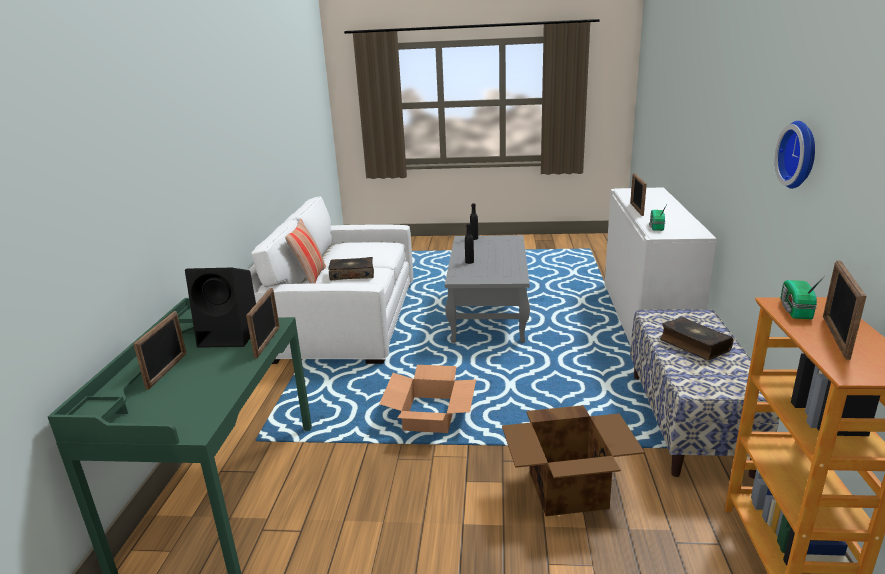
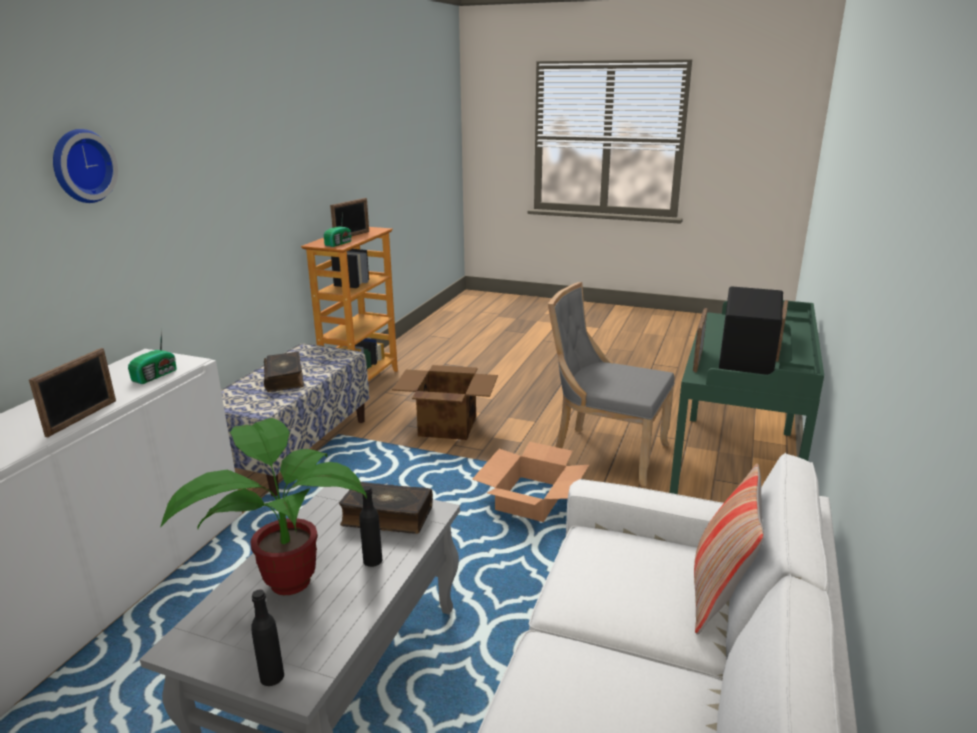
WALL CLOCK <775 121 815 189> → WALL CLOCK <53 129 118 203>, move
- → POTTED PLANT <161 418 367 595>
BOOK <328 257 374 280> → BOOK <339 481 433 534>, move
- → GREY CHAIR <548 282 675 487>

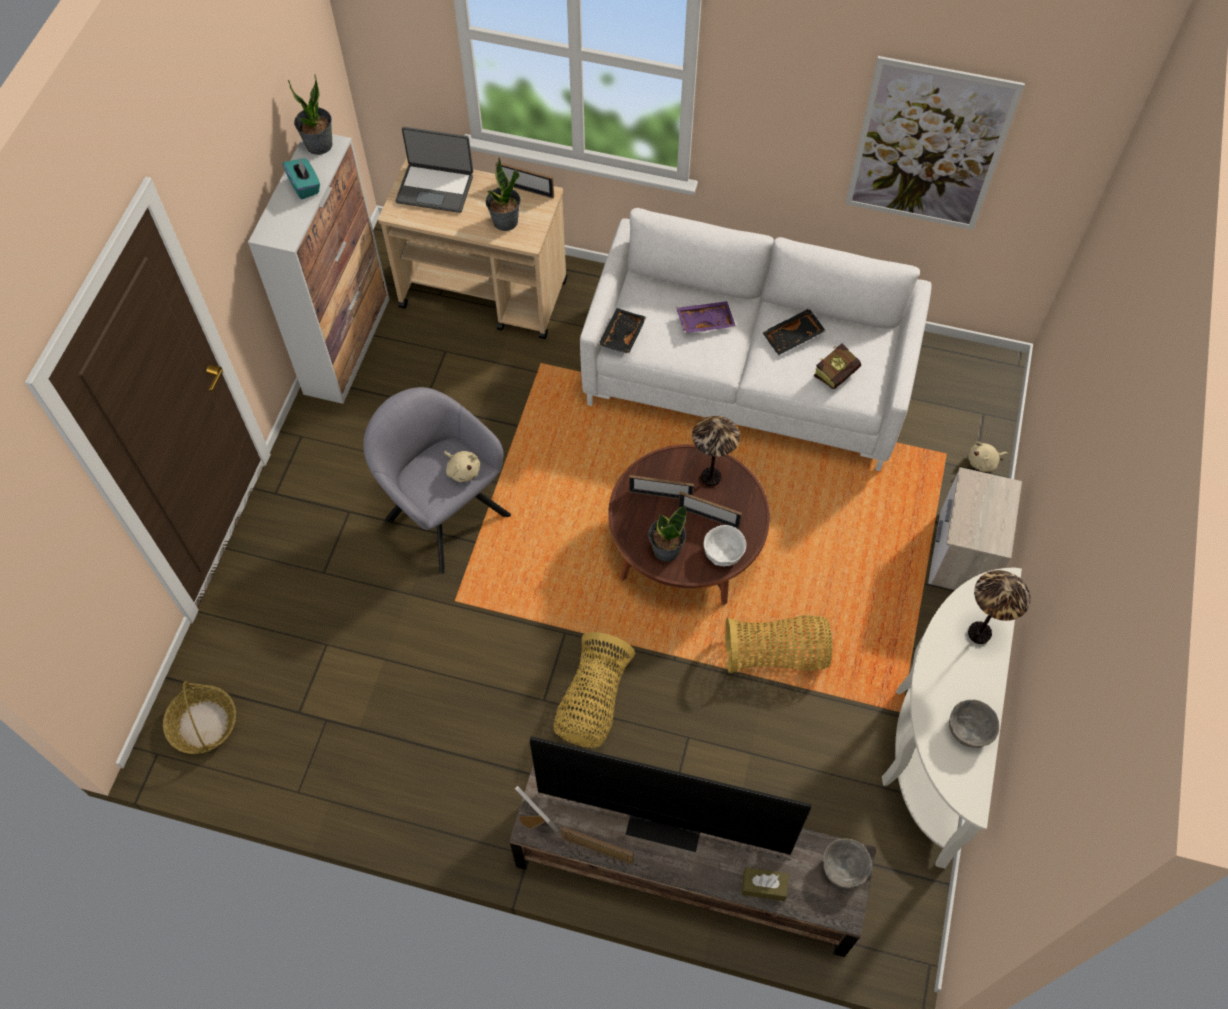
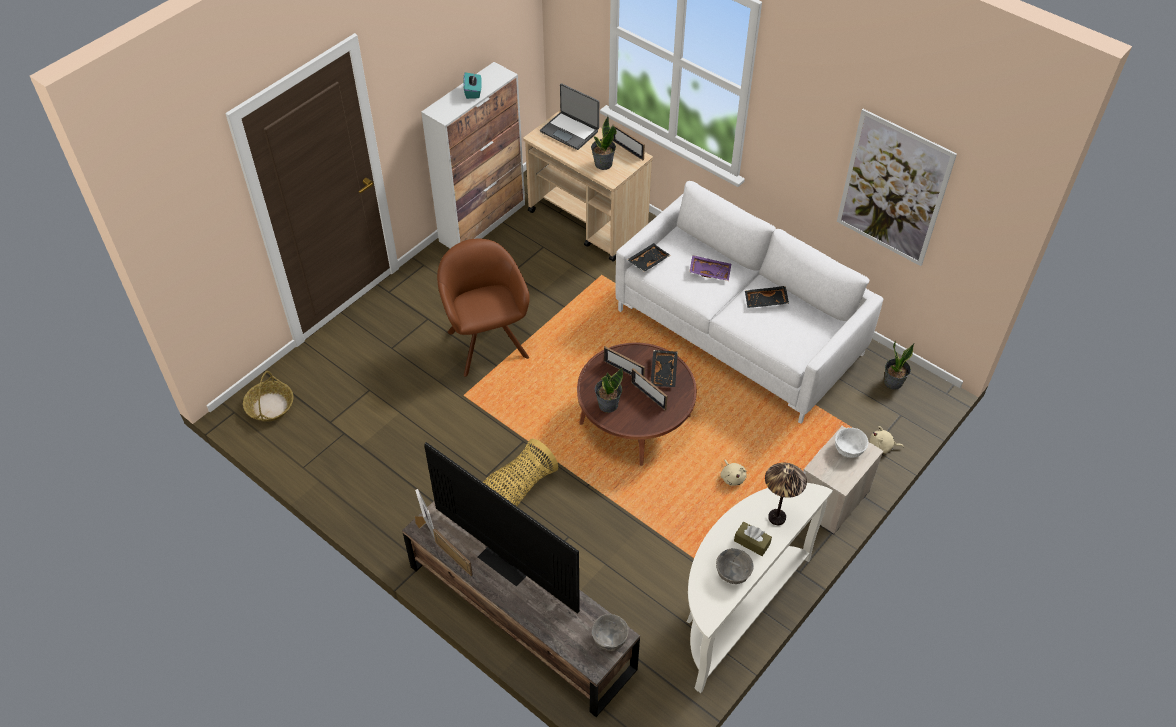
GREY ARMCHAIR <363 387 511 574> → BROWN ARMCHAIR <437 239 530 377>
TABLE LAMP <692 416 740 486> → BLACK TRAY <651 350 678 387>
BEIGE PLUSH TOY <444 451 480 483> → BEIGE PLUSH TOY <720 459 747 486>, move
BROWN TISSUE BOX <742 867 789 901> → BROWN TISSUE BOX <734 522 772 556>, move
WHITE BOWL <704 525 746 566> → WHITE BOWL <835 428 868 458>, move
POTTED PLANT <288 75 333 155> → POTTED PLANT <884 341 914 390>, move
BASKET <725 615 833 674> → -
BOOK <814 343 861 389> → -

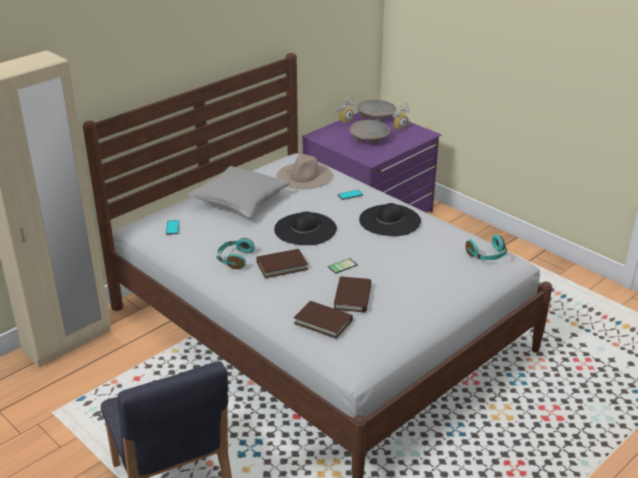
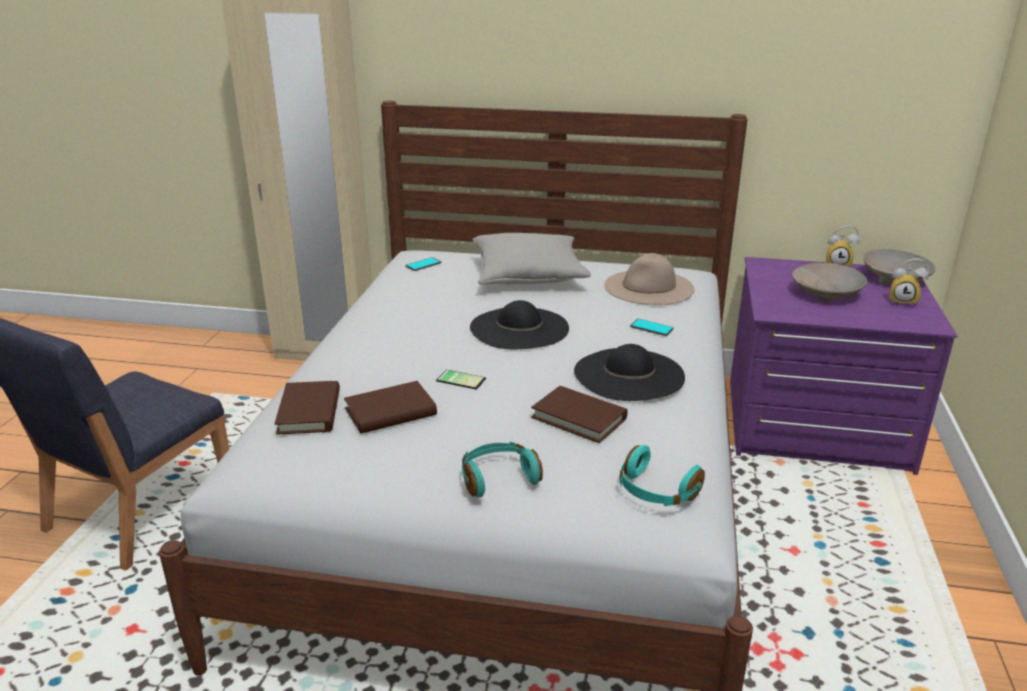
TURQUOISE HEADPHONES <216 238 255 269> → TURQUOISE HEADPHONES <462 442 543 497>, move
BROWN BOOK <256 249 308 278> → BROWN BOOK <531 386 628 443>, move

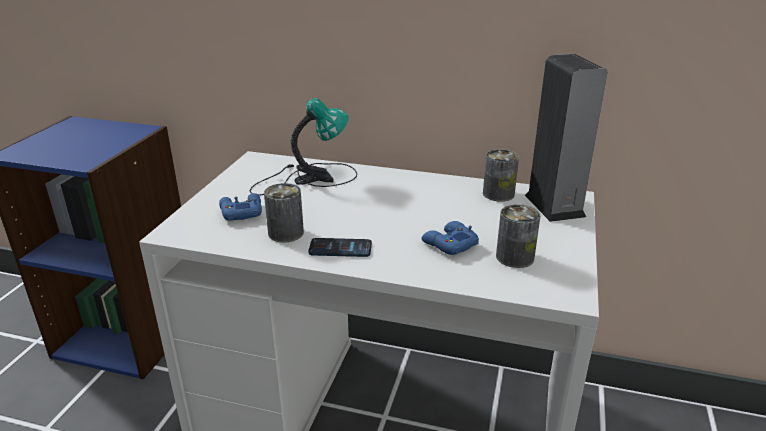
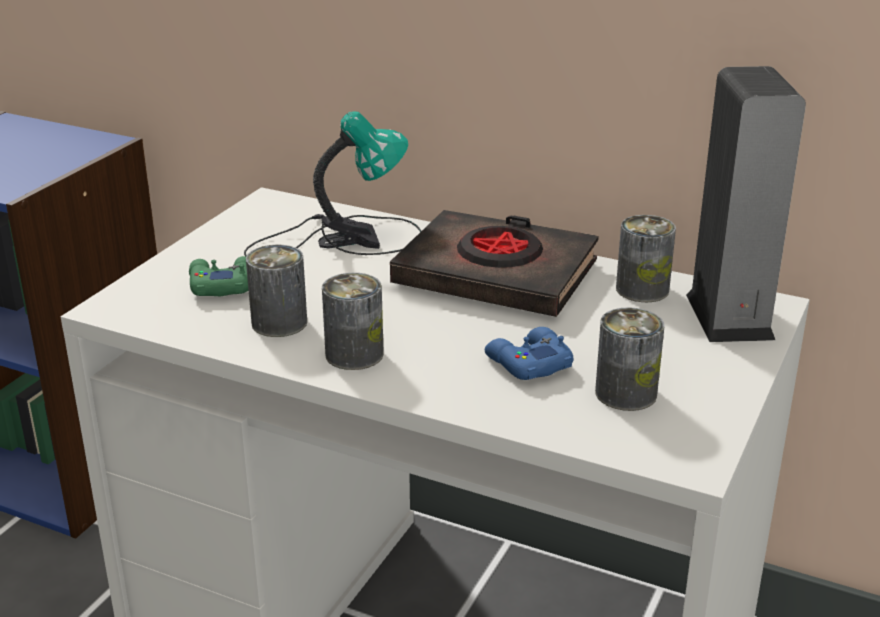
BLUE GAME CONTROLLER <219 193 262 221> → GREEN GAME CONTROLLER <189 256 248 296>
PHONE <308 238 372 257> → CAN <322 273 384 370>
- → BLACK BOOK <390 210 598 317>

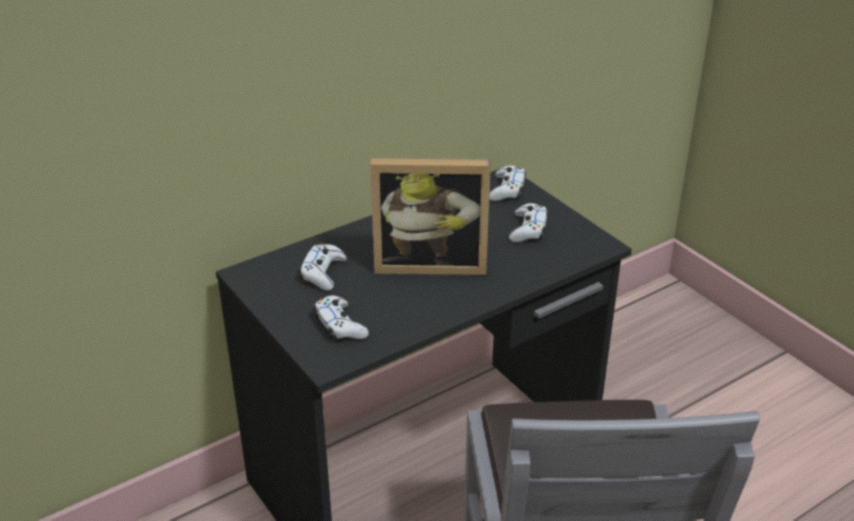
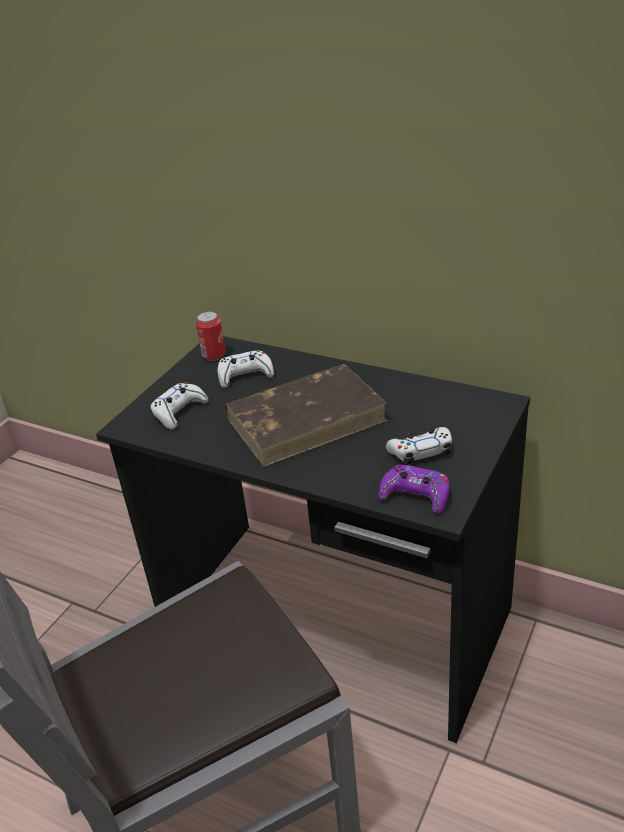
- → CAN <196 312 226 361>
PICTURE FRAME <370 158 491 275> → BROWN BOOK <224 364 388 467>
- → PURPLE GAME CONTROLLER <378 465 449 514>
WHITE GAME CONTROLLER <489 165 526 201> → -

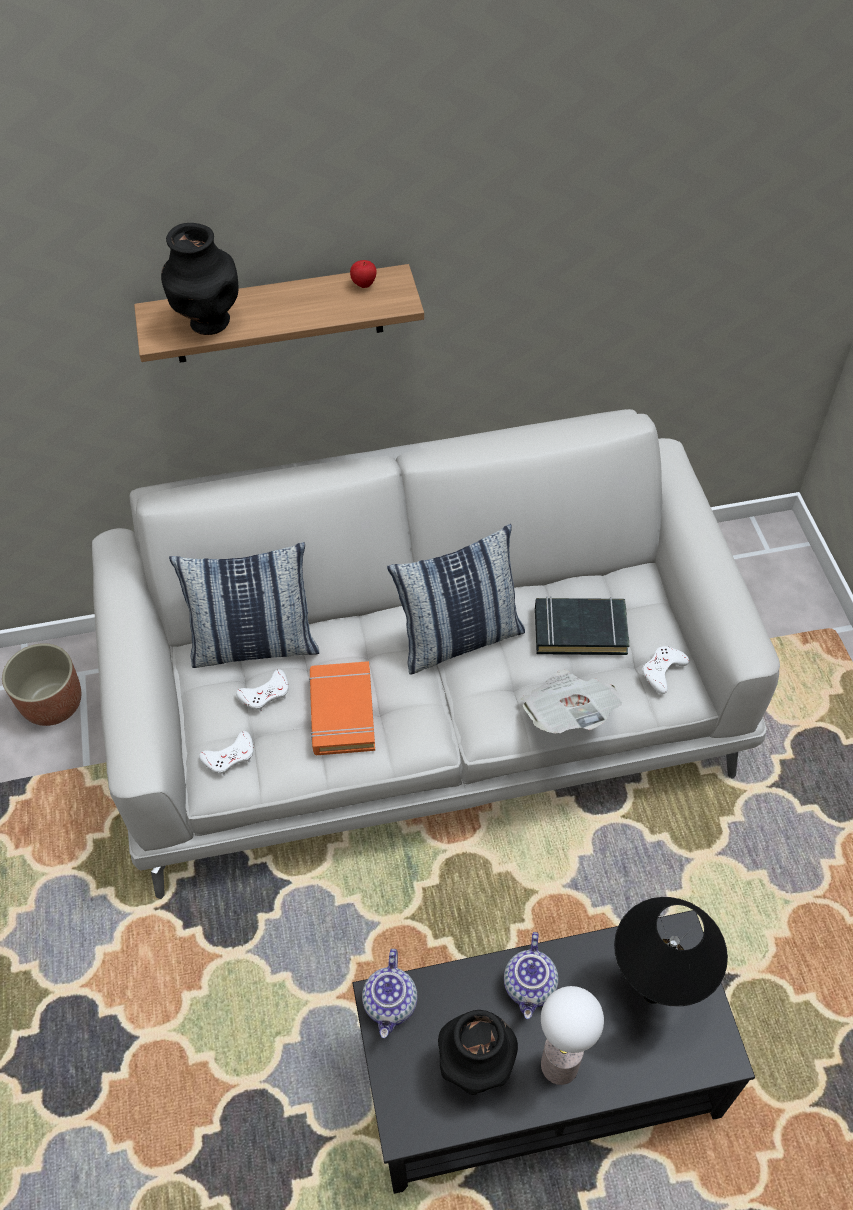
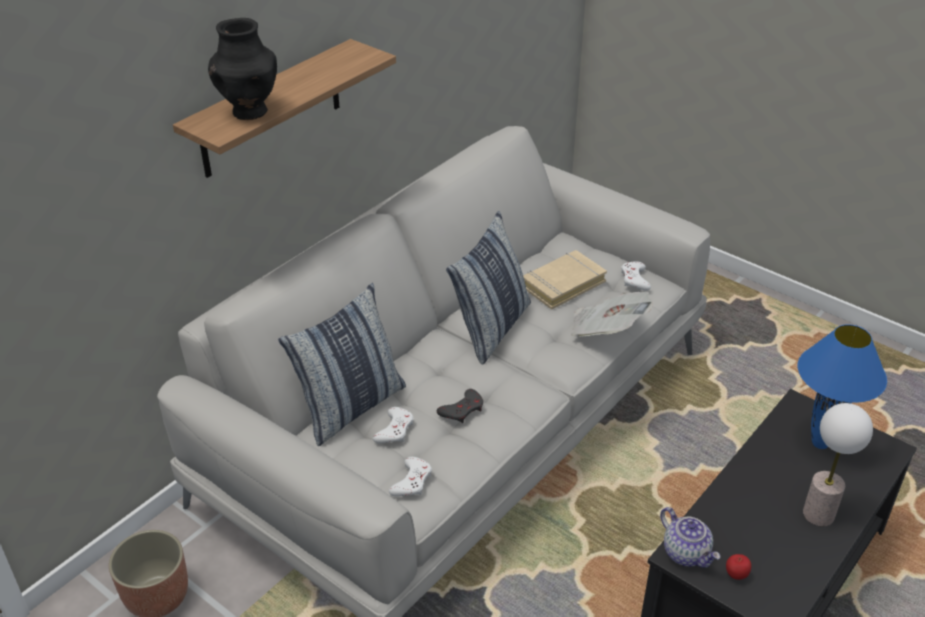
ORANGE BOOK <309 661 375 755> → GREY GAME CONTROLLER <437 389 483 423>
BLACK BOOK <535 596 630 655> → BEIGE BOOK <523 250 607 310>
APPLE <350 260 377 288> → APPLE <726 554 751 580>, move
BLACK TABLE LAMP <614 897 728 1007> → BLUE TABLE LAMP <798 324 887 449>
BLACK VASE <438 1010 518 1095> → -
TEAPOT <504 932 558 1019> → -

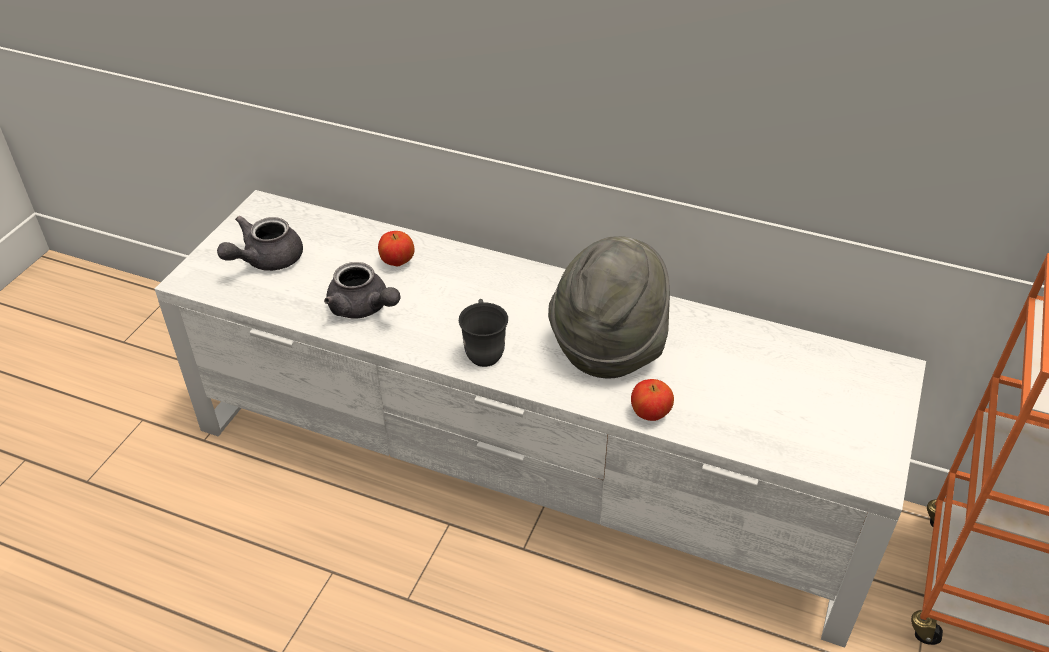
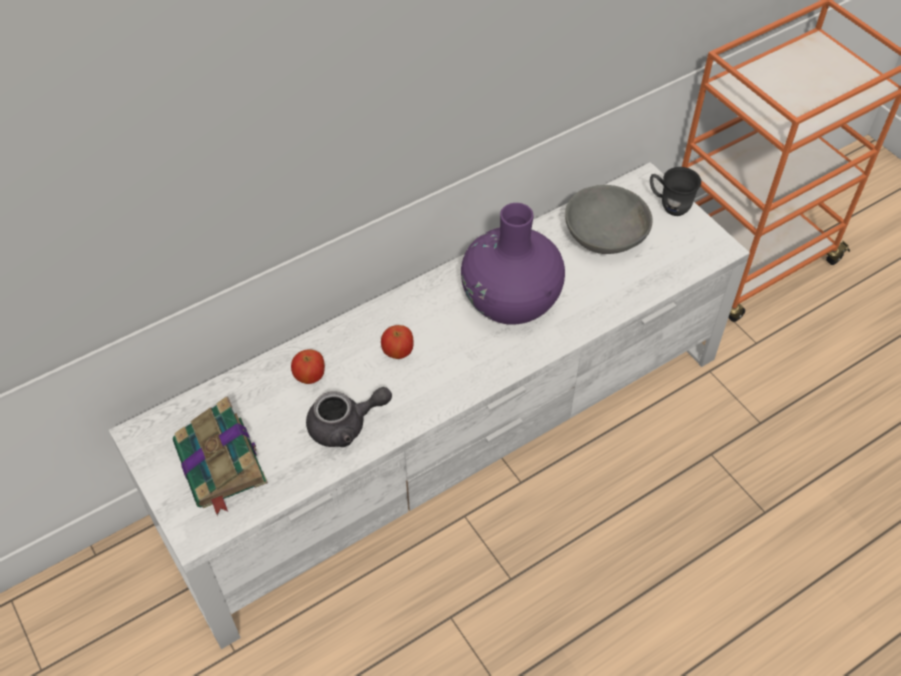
GREY TEAPOT <217 216 303 271> → BOOK <173 396 268 516>
APPLE <631 379 674 421> → APPLE <381 325 414 359>, move
GREY HAT <548 236 670 379> → PURPLE VASE <461 203 565 325>
- → GREY BOWL <565 185 652 254>
GREY MUG <459 299 508 367> → GREY MUG <650 167 701 216>, move

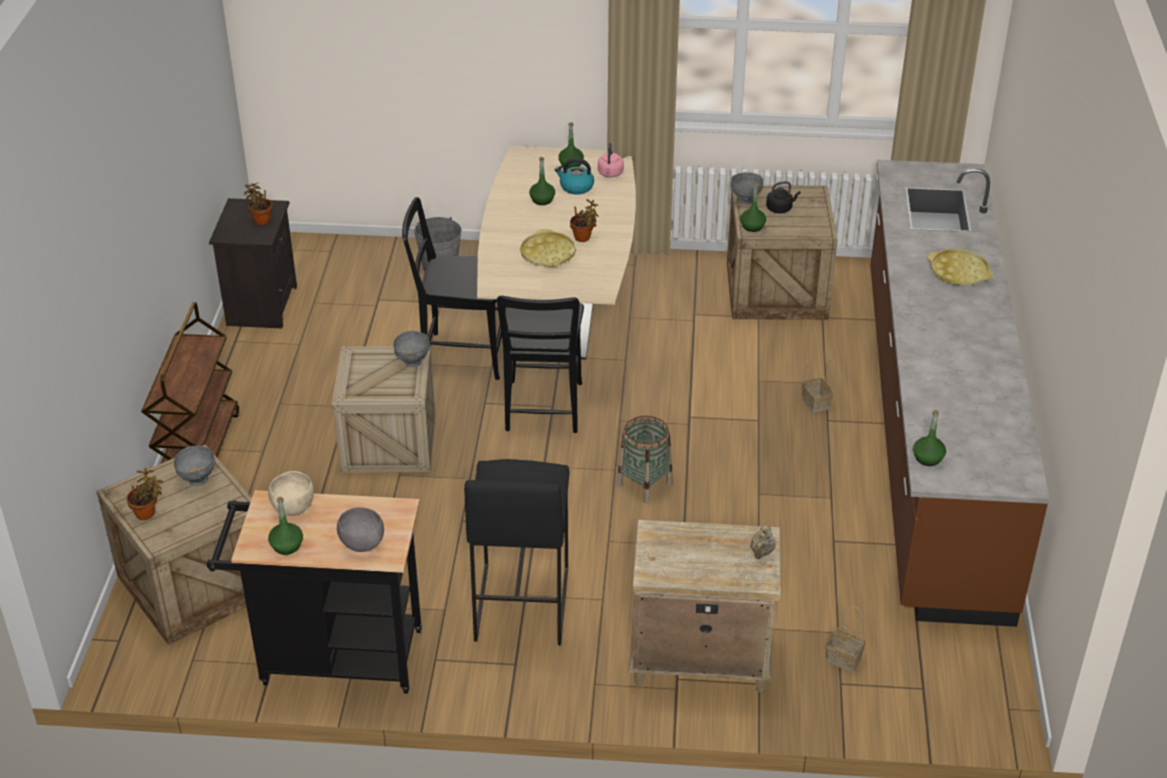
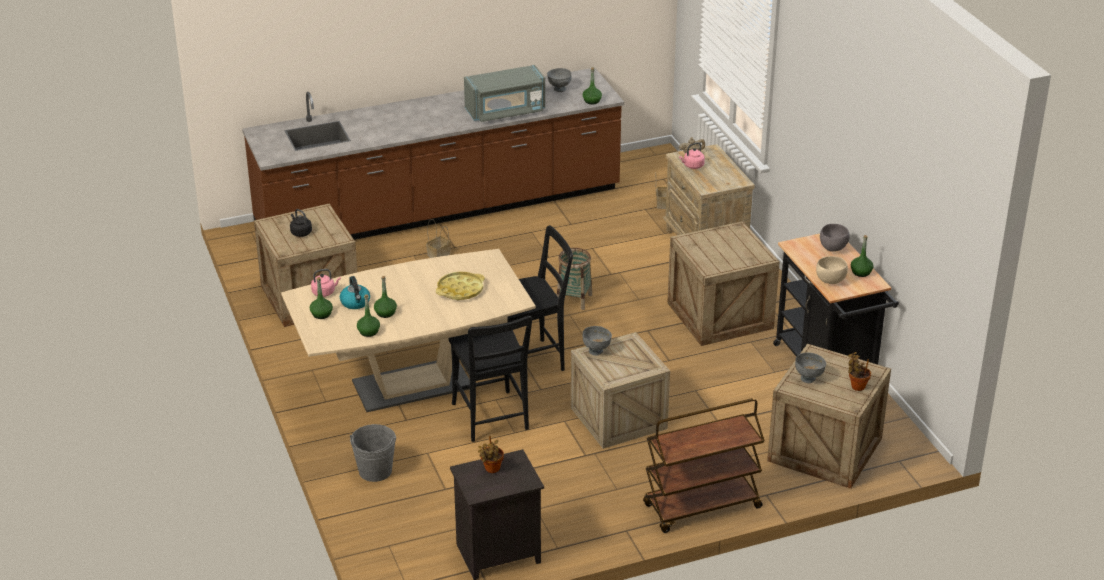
GREEN BOTTLE <740 184 766 232> → GREEN BOTTLE <357 294 380 337>, move
- → GREY MICROWAVE <464 65 545 122>
GREY BOWL <731 172 763 205> → GREY BOWL <547 68 572 92>, move
BLACK STOOL <464 459 569 645> → CRATE <667 221 780 346>
- → PINK KETTLE <679 142 705 169>
POTTED PLANT <570 199 598 242> → -
YELLOW TRAY <928 249 993 286> → -

